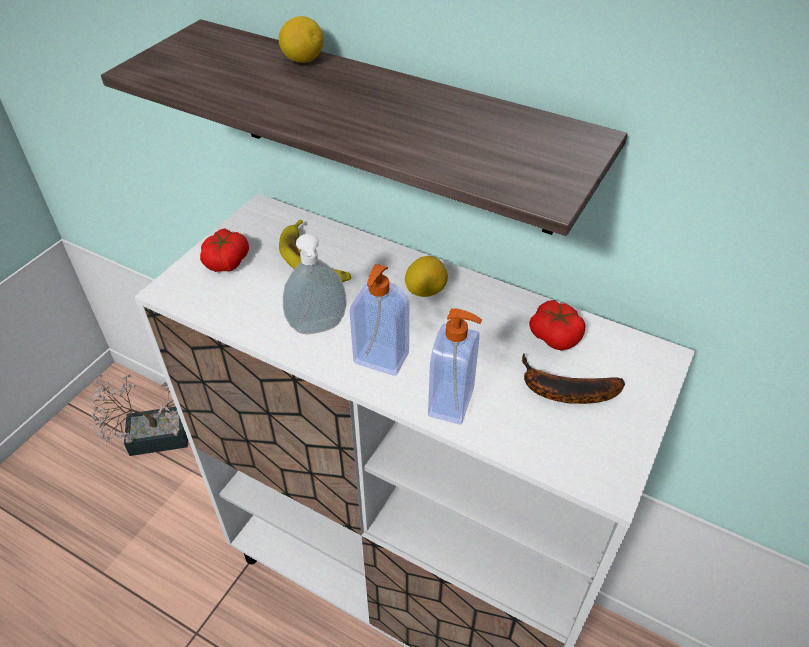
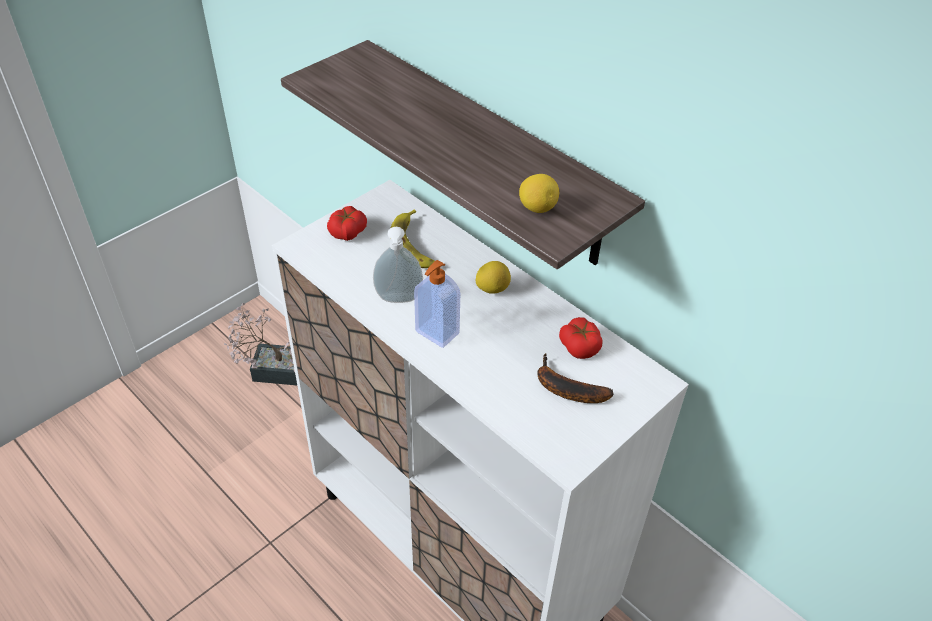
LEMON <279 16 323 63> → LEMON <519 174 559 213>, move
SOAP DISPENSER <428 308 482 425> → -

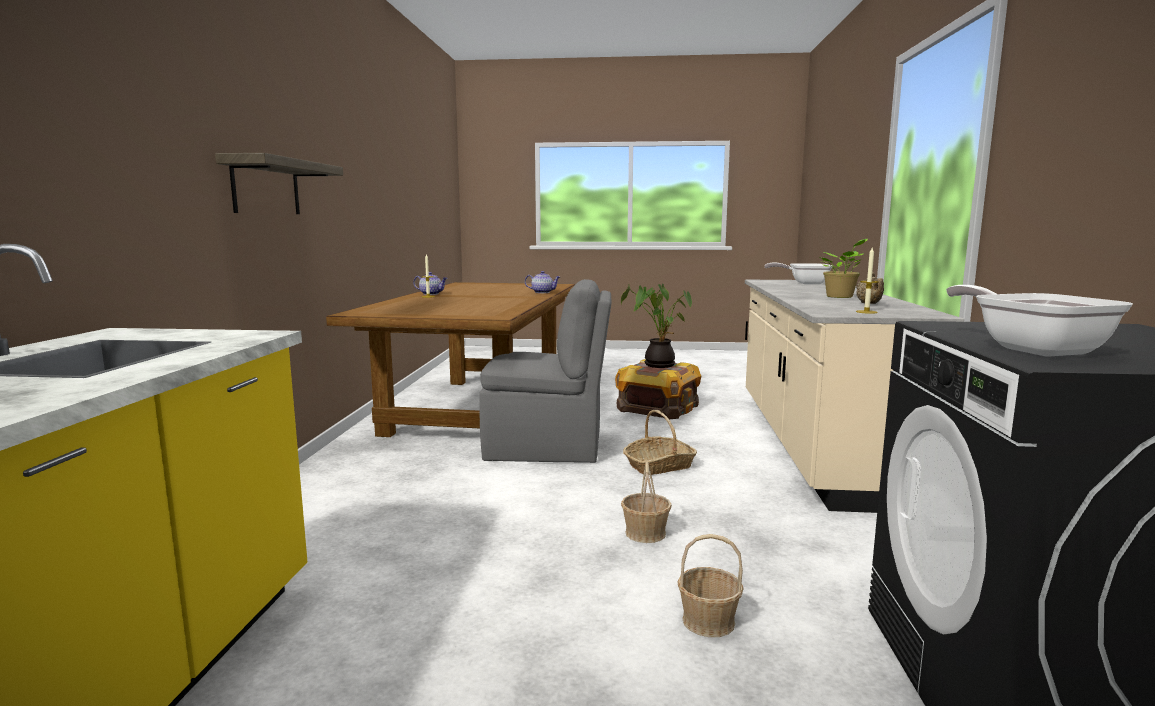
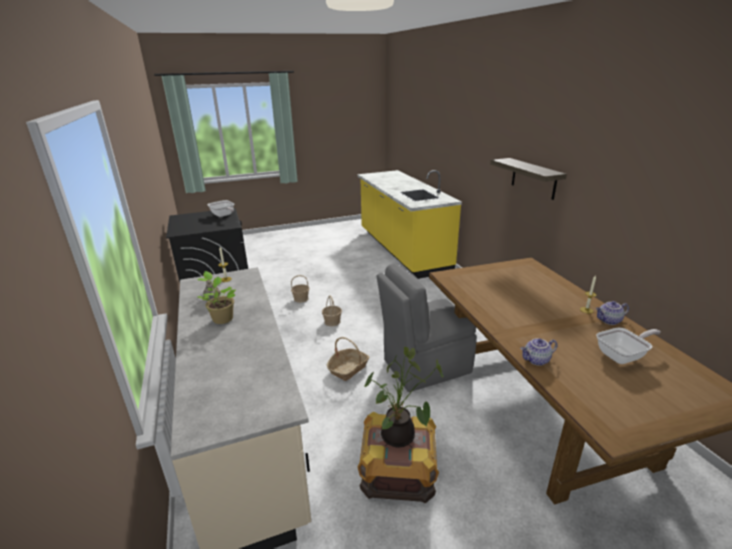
FRYING PAN <764 263 833 284> → FRYING PAN <596 328 661 364>, move

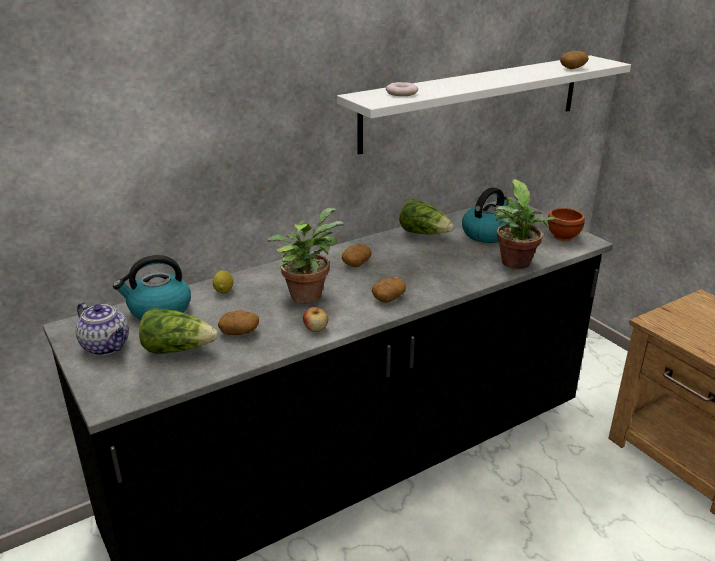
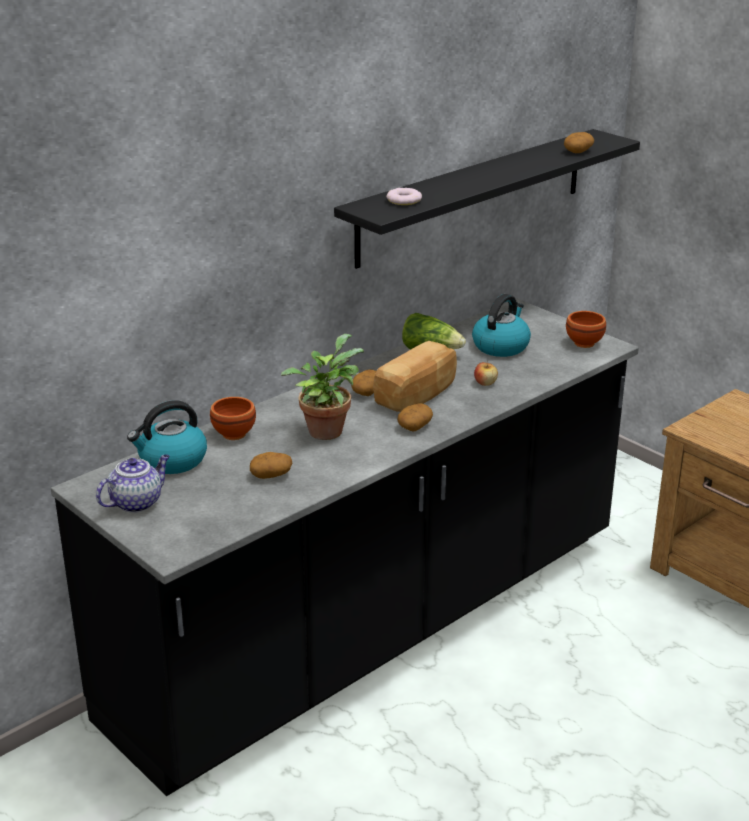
TEAPOT <76 302 129 355> → TEAPOT <96 454 170 513>, 75 degrees counterclockwise
LEMON <213 270 233 293> → BROWN BOWL <210 397 256 440>
WHITE SHELF <337 55 631 155> → BLACK SHELF <334 129 640 269>
- → BREAD <373 341 457 412>
APPLE <303 306 328 332> → APPLE <474 361 498 386>, move
LETTUCE <139 308 218 354> → -
POTTED PLANT <495 179 562 269> → -

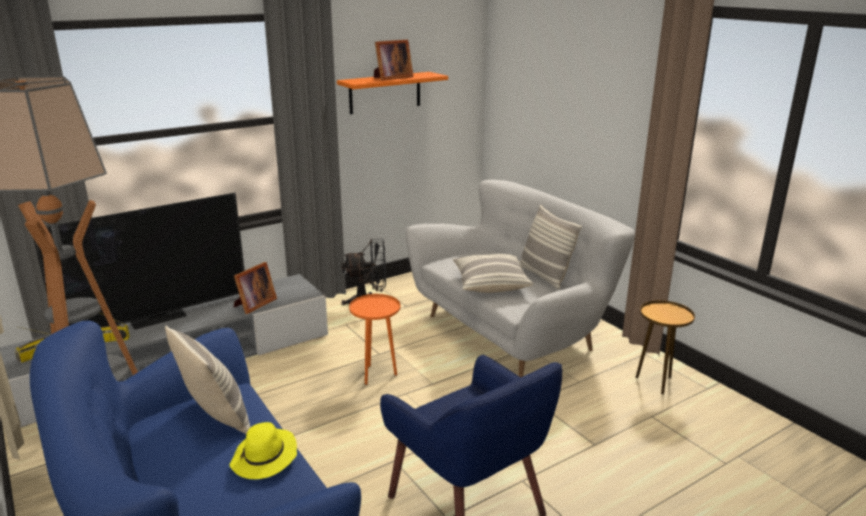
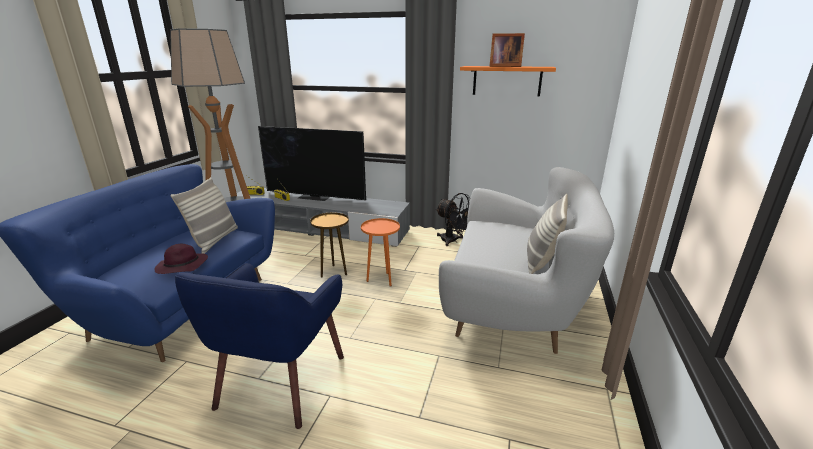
YELLOW HAT <230 422 297 479> → PURPLE HAT <155 244 208 274>
BROWN SIDE TABLE <636 300 695 395> → BROWN SIDE TABLE <310 213 349 278>, move
PICTURE FRAME <234 262 277 314> → -
PILLOW <453 254 534 293> → -

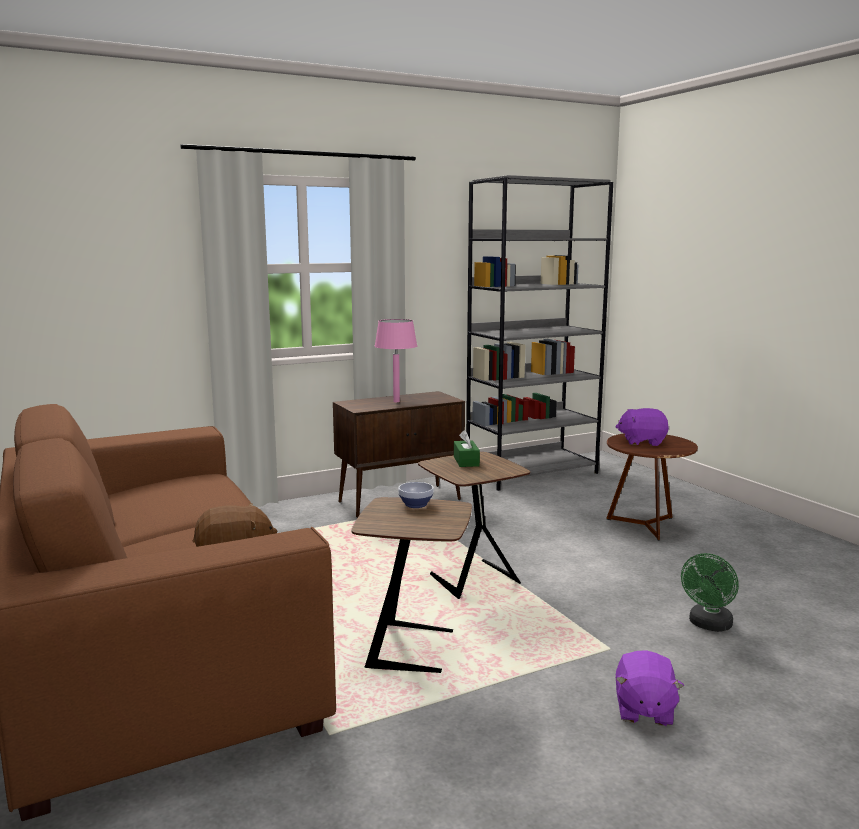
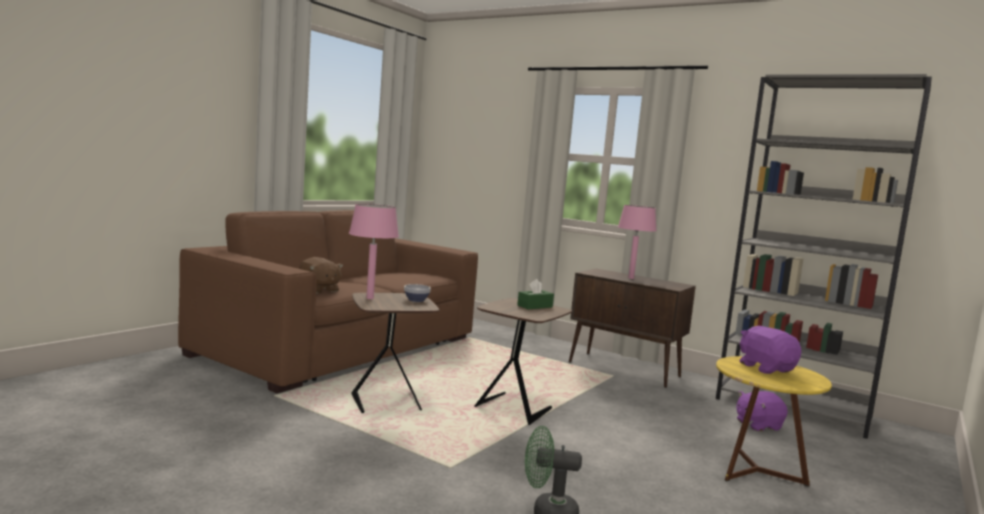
- → PINK TABLE LAMP <349 204 399 299>
BROWN SIDE TABLE <606 434 698 541> → YELLOW SIDE TABLE <716 356 832 487>
PURPLE PLUSH TOY <615 650 684 726> → PURPLE PLUSH TOY <736 391 788 431>, move

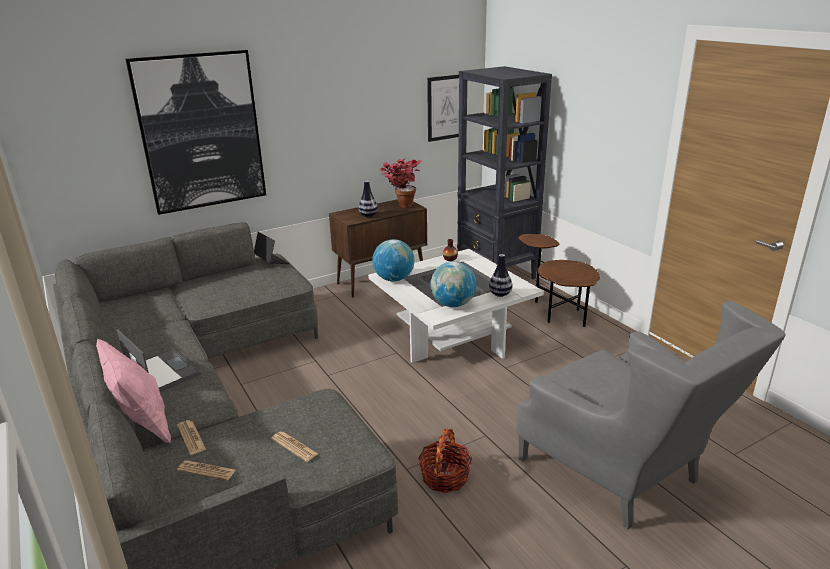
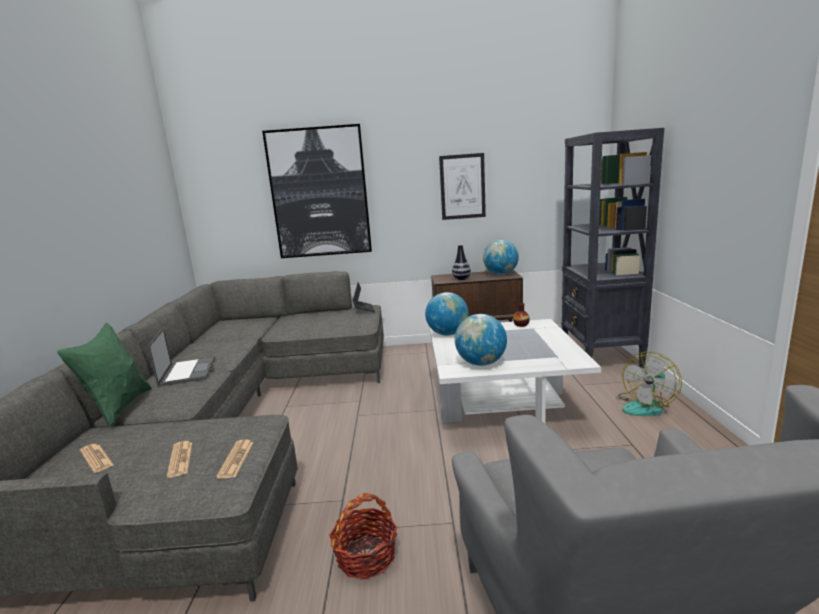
PINK PILLOW <96 339 171 443> → GREEN PILLOW <57 323 151 427>
NEWSPAPER <177 420 206 455> → NEWSPAPER <216 440 253 479>, move
PICTURE <427 75 459 142> → PICTURE <439 153 486 220>, move
POTTED PLANT <380 159 421 208> → GLOBE <483 240 519 275>
BROWN SIDE TABLE <518 234 600 327> → FAN <618 352 682 416>
VASE <489 254 512 297> → -

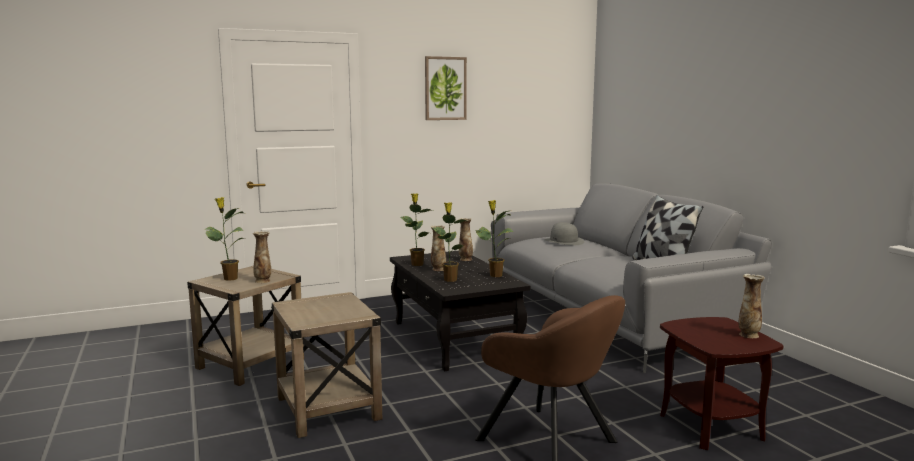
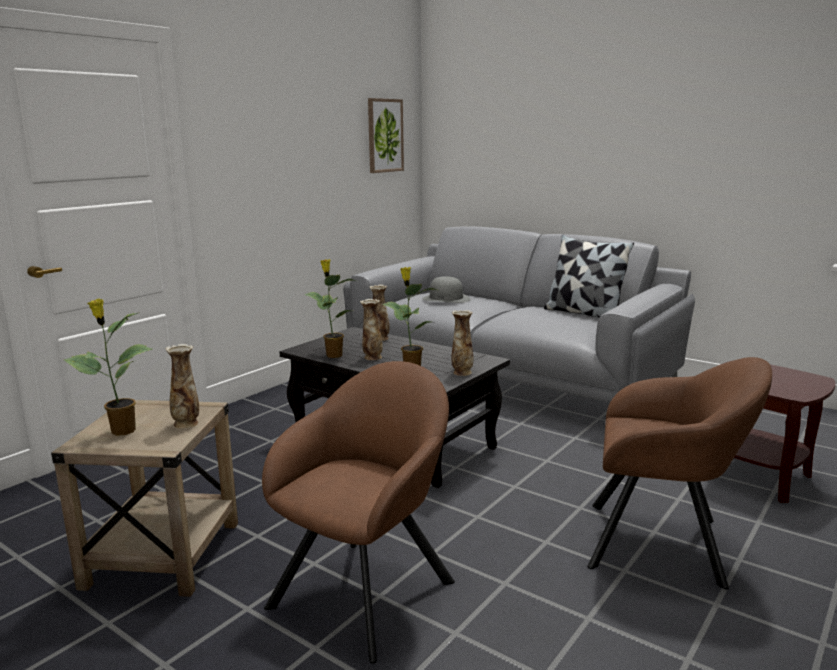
BEIGE SIDE TABLE <271 292 382 438> → BROWN ARMCHAIR <262 361 455 664>
PICTURE <425 56 467 120> → PICTURE <368 98 404 173>, move
VASE <738 274 765 338> → VASE <451 310 473 376>, move
POTTED PLANT <475 200 514 277> → -

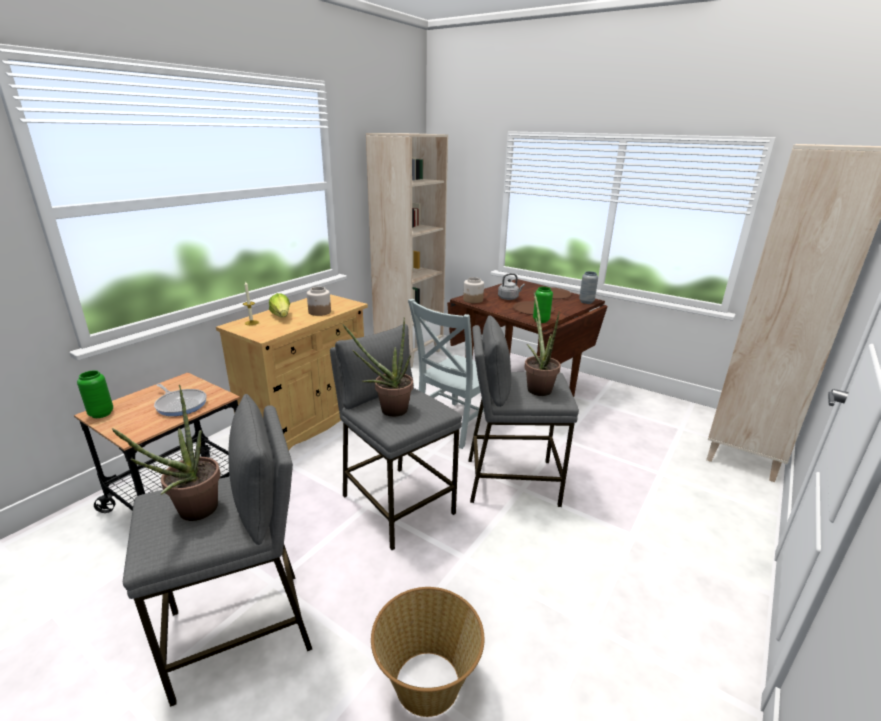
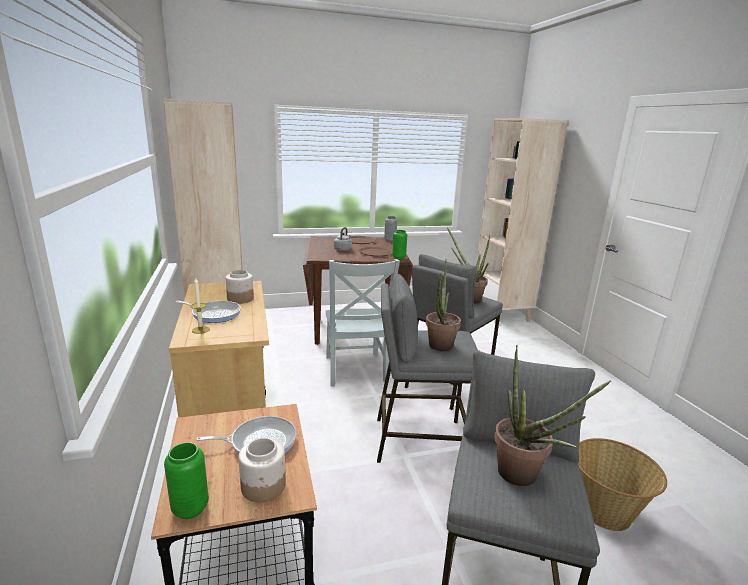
LETTUCE <269 293 290 317> → FRYING PAN <176 301 241 323>
JAR <463 277 484 303> → JAR <239 438 286 502>, move

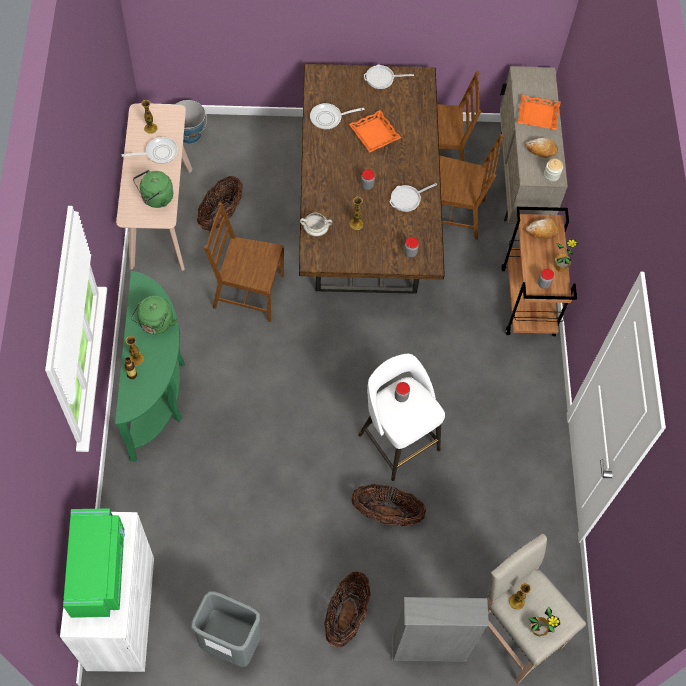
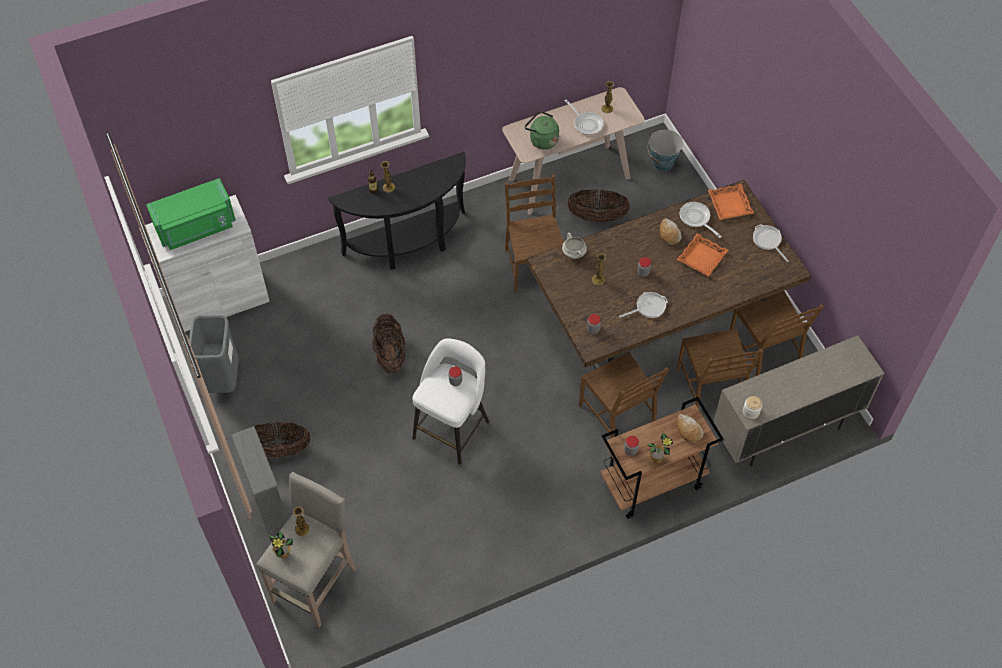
GREEN CONSOLE TABLE <115 271 185 462> → BLACK CONSOLE TABLE <328 152 466 270>
BASKET <351 484 426 526> → BASKET <372 314 405 373>, move
- → BROWN CHAIR <579 352 669 438>
FRYING PAN <389 183 437 212> → FRYING PAN <619 292 668 318>, 120 degrees clockwise
BREAD <525 138 558 158> → BREAD <659 218 682 245>, move
ORANGE TRAY <517 95 561 130> → ORANGE TRAY <708 184 754 220>, move
GREEN KETTLE <131 296 177 335> → -

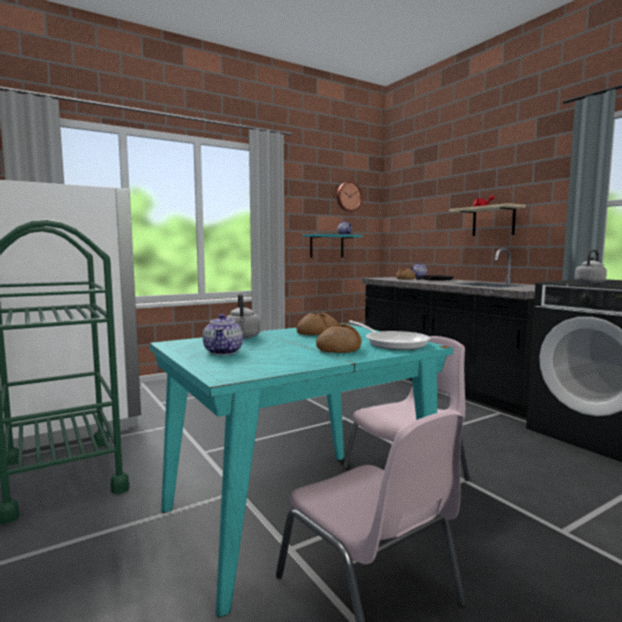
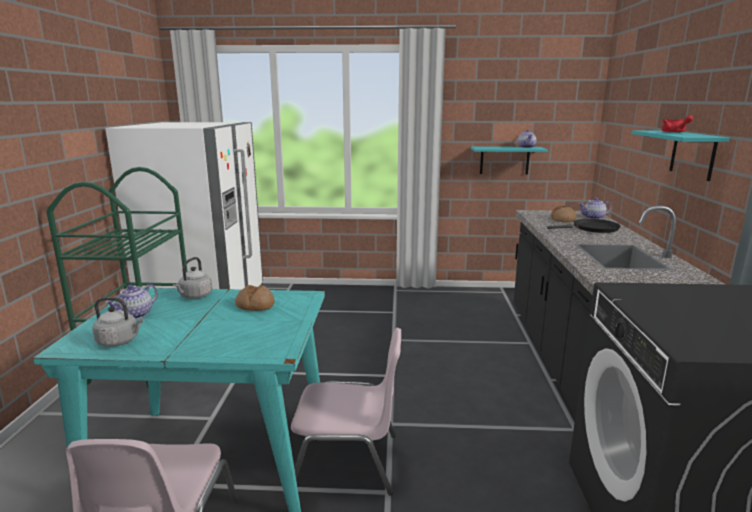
GREY KETTLE <574 249 607 284> → GREY KETTLE <93 297 144 347>, move
BEIGE SHELF <449 203 526 236> → TURQUOISE SHELF <632 130 729 181>
BREAD <316 323 362 353> → -
WALL CLOCK <337 182 362 211> → -
FRYING PAN <349 320 430 350> → -

